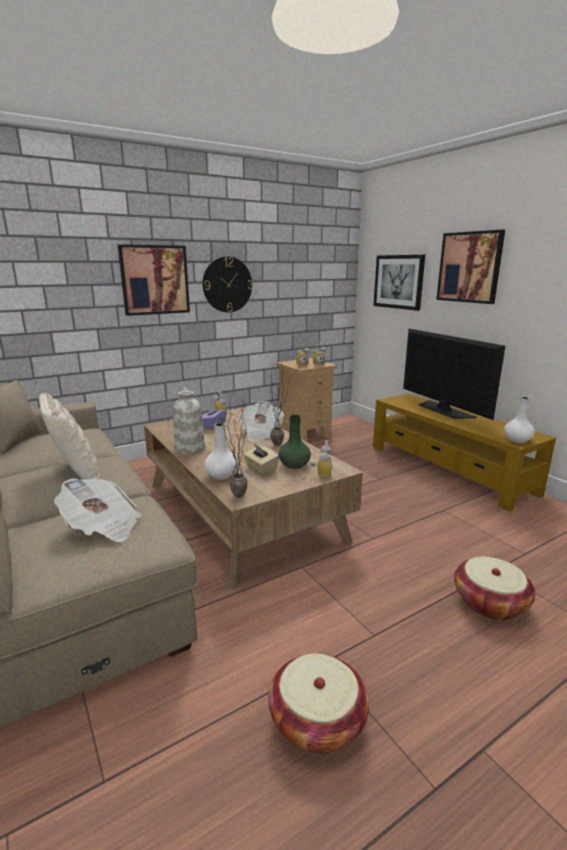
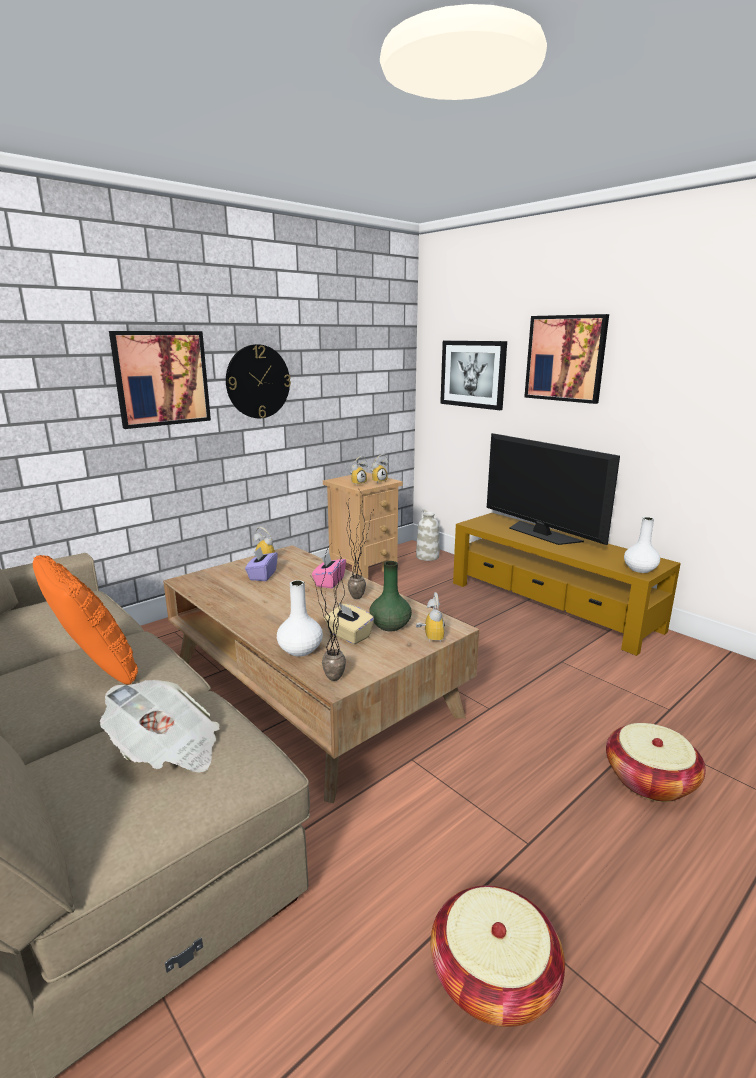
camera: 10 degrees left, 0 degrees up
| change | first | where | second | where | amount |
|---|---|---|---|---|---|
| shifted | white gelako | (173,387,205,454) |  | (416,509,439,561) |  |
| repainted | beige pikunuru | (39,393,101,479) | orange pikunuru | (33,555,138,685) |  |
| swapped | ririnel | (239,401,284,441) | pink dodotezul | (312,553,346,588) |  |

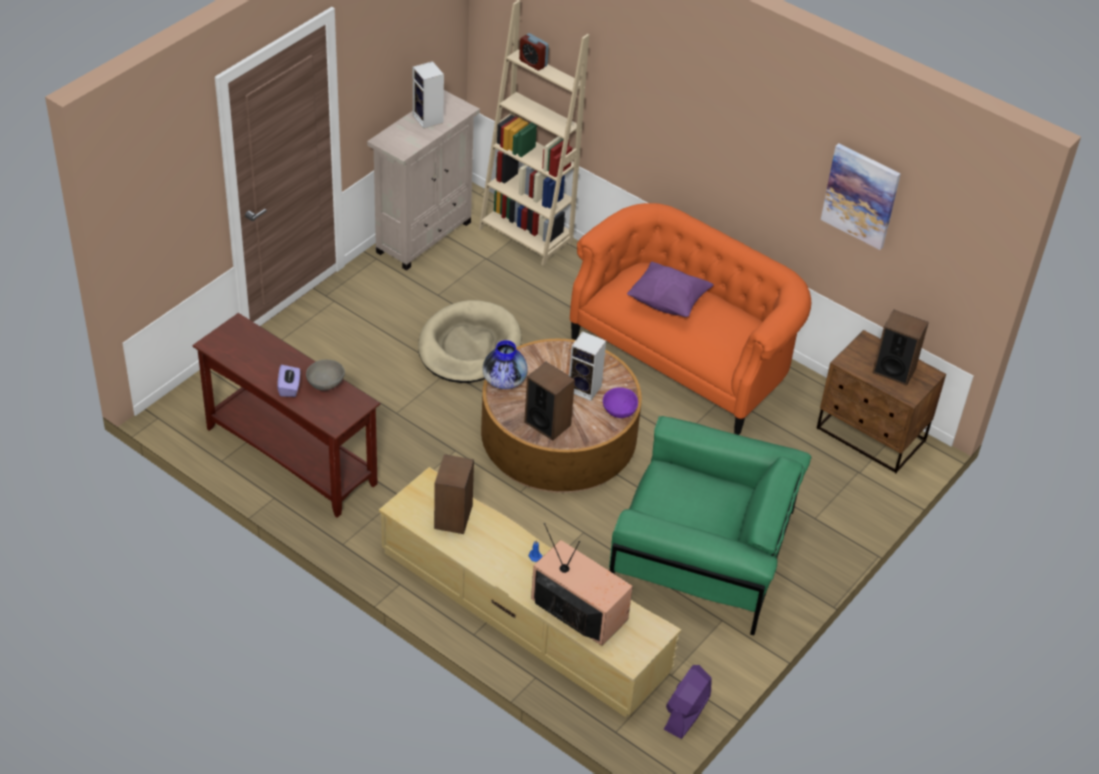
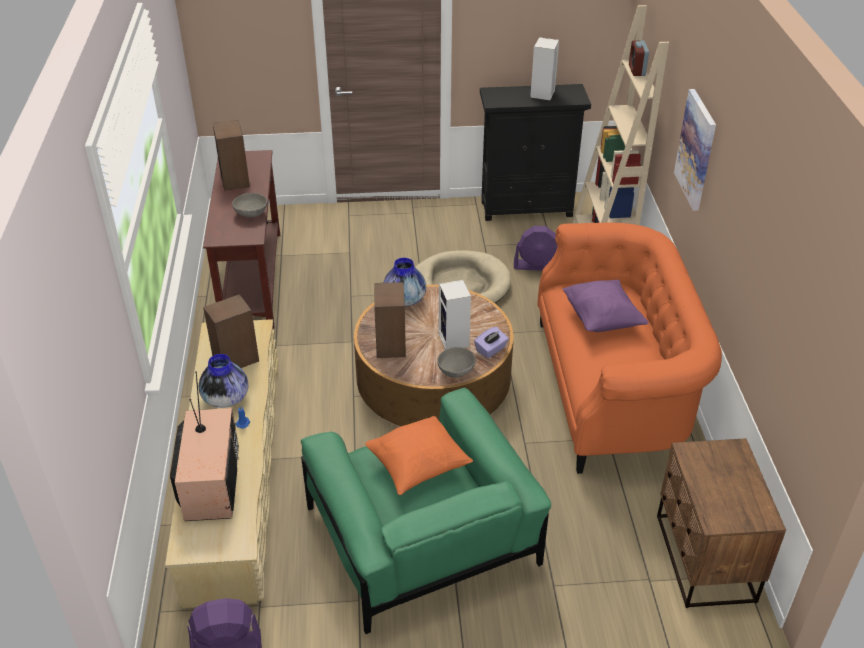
camera: 50 degrees right, 5 degrees down
| change | first | where | second | where | amount |
|---|---|---|---|---|---|
| repainted | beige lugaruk | (367,90,480,271) | black lugaruk | (480,84,591,221) |  |
| shifted | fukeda | (820,143,901,250) |  | (674,89,716,211) |  |
| shifted | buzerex | (872,309,929,386) |  | (213,120,250,191) |  |
| shifted | purple dodotezul | (277,365,300,397) |  | (474,327,509,358) |  |
| repainted | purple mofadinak | (603,387,638,418) | grey mofadinak | (437,347,476,378) |  |
| new |  |  | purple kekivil | (514,226,558,271) |  |
| new |  |  | gelako | (199,354,249,408) |  |
| new |  |  | orange pikunuru | (365,416,473,495) |  |

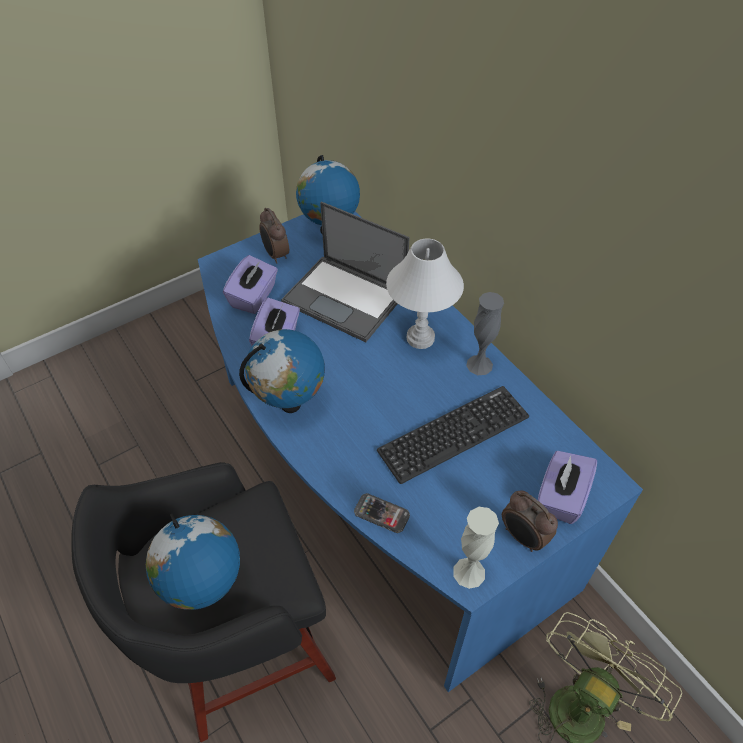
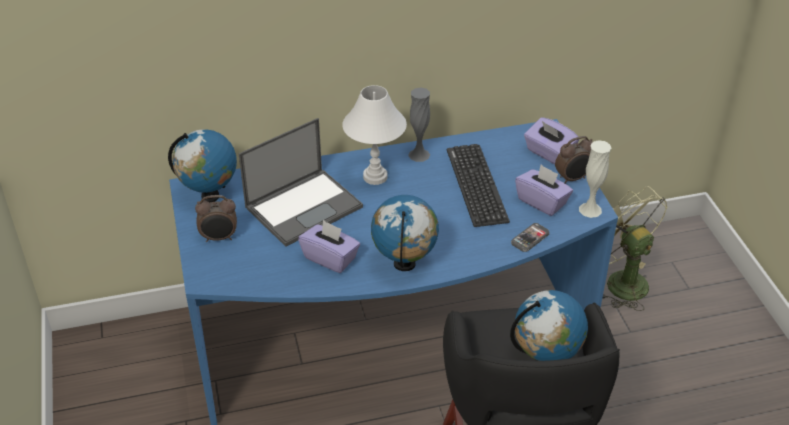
camera: 70 degrees left, 10 degrees down
| change | first | where | second | where | amount |
|---|---|---|---|---|---|
| shifted | purple dodotezul | (223,255,278,314) |  | (515,165,573,216) |  |

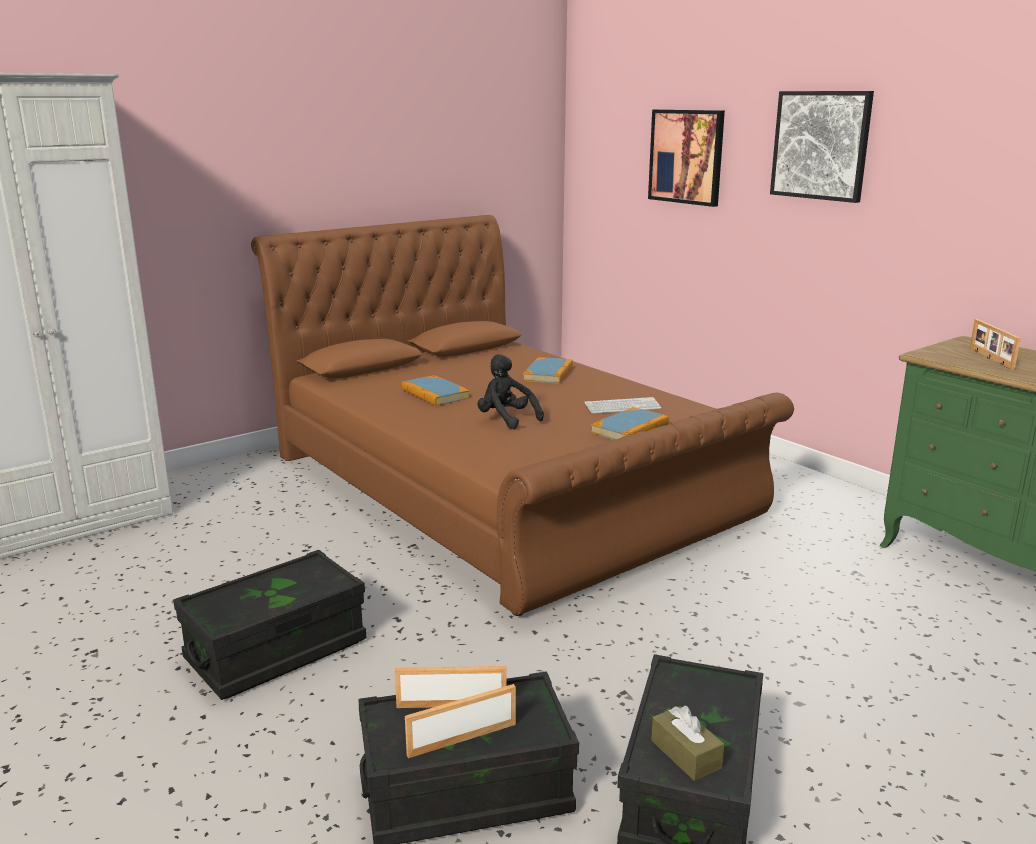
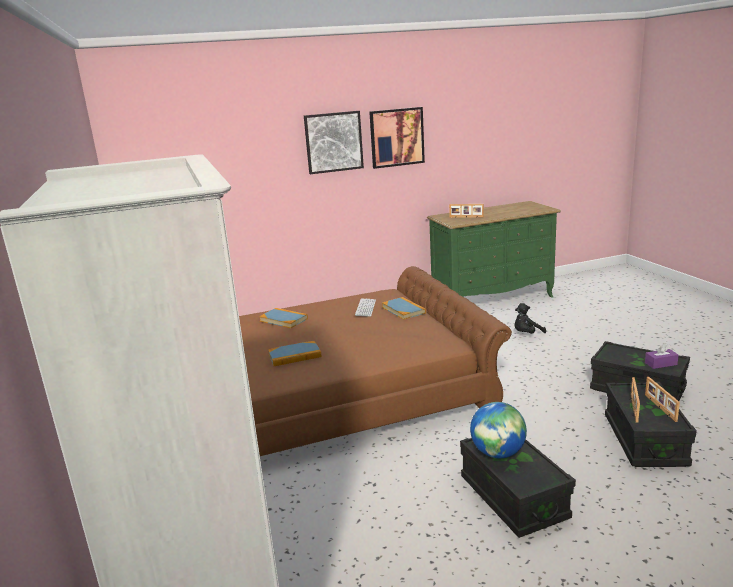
camera: 70 degrees left, 0 degrees up
| change | first | where | second | where | amount |
|---|---|---|---|---|---|
| shifted | fukeda | (648,109,725,207) |  | (369,107,425,169) |  |
| shifted | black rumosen | (477,354,544,429) |  | (515,303,546,334) |  |
| repainted | brown dodotezul | (651,706,724,781) | purple dodotezul | (645,344,678,369) |  |
| new |  |  | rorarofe | (470,402,527,459) |  |

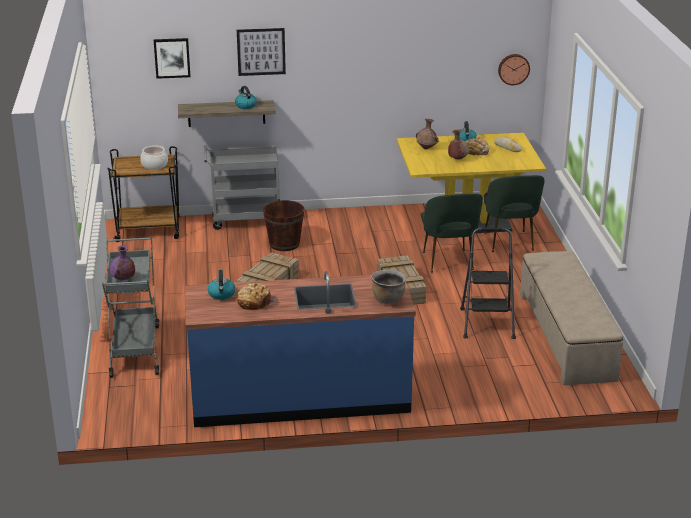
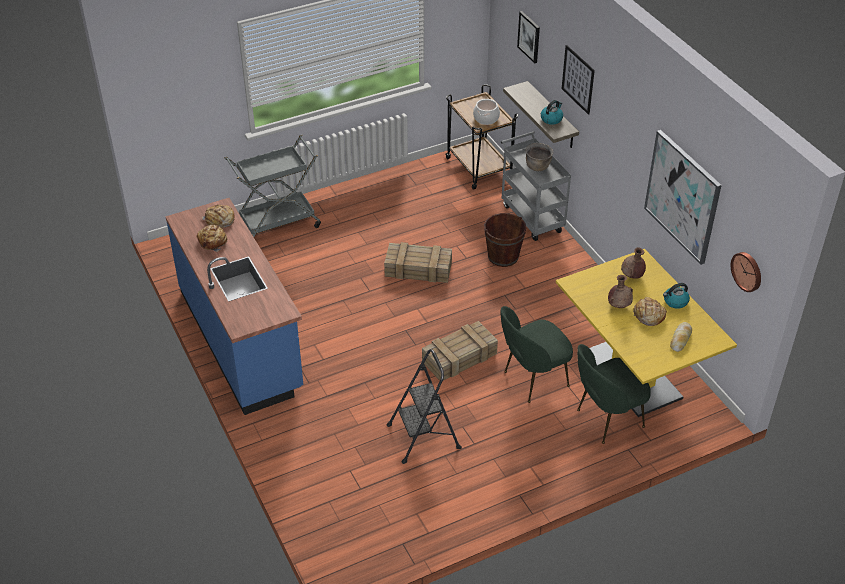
camera: 70 degrees right, 15 degrees up
| change | first | where | second | where | amount |
|---|---|---|---|---|---|
| gone | purple gelako | (110,245,135,280) |  |  |  |
| gone | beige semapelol | (520,251,623,385) |  |  |  |
| shifted | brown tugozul | (371,269,406,304) |  | (525,143,553,171) |  |
| swapped | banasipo | (207,270,235,300) | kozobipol | (202,204,235,228) |  |
| new |  |  | fukeda | (644,130,722,265) |  |

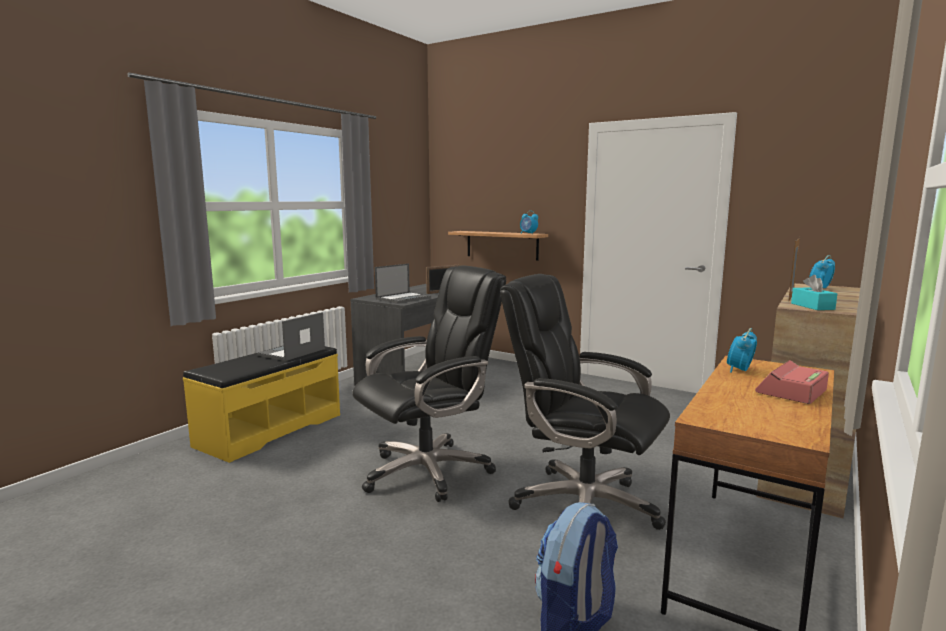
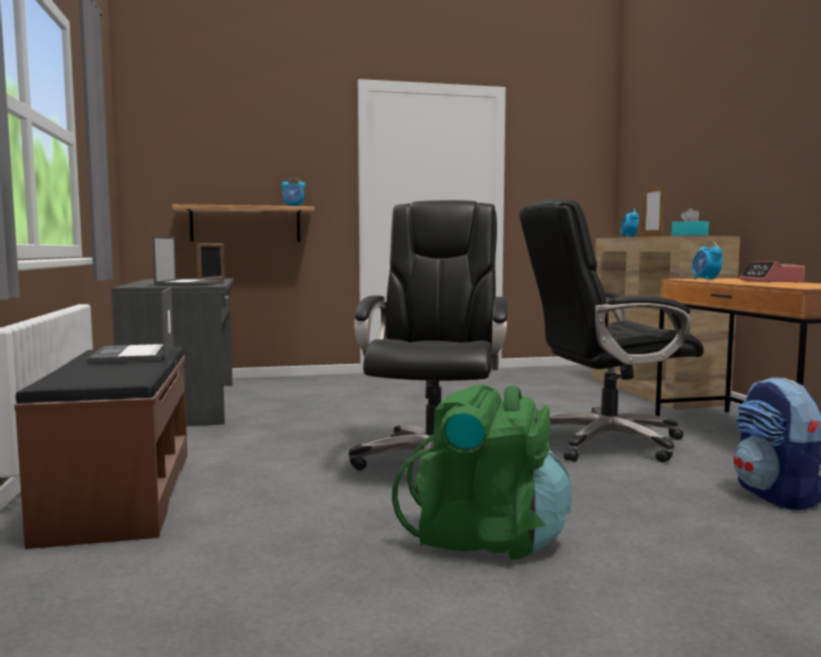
camera: 45 degrees left, 5 degrees down
| change | first | where | second | where | amount |
|---|---|---|---|---|---|
| repainted | yellow semapelol | (183,346,340,463) | brown semapelol | (14,347,187,549) |  |
| new |  |  | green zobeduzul | (392,385,572,560) |  |

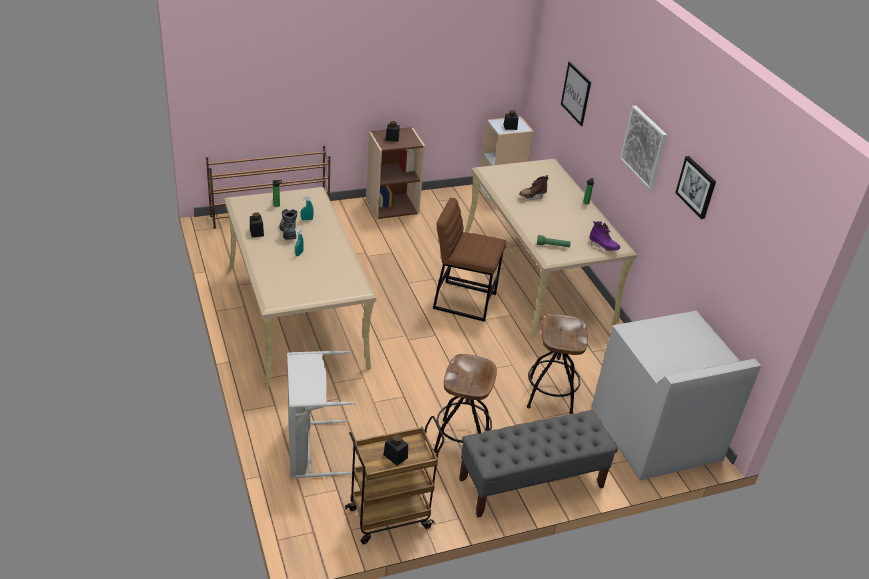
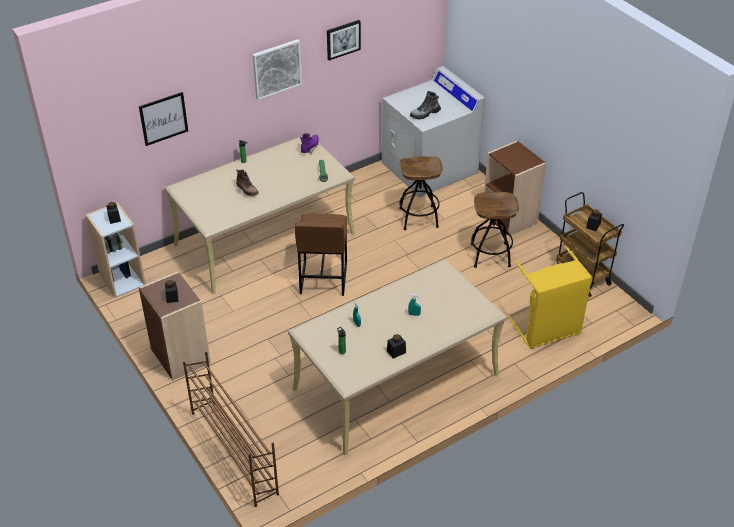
camera: 100 degrees left, 5 degrees up
| change | first | where | second | where | amount |
|---|---|---|---|---|---|
| shifted | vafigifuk | (279,209,297,240) |  | (410,91,441,119) |  |
| repainted | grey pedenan | (287,351,356,478) | yellow pedenan | (508,247,592,349) |  |
| swapped | grey semapelol | (459,410,618,518) | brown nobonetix | (484,141,546,236) |  |

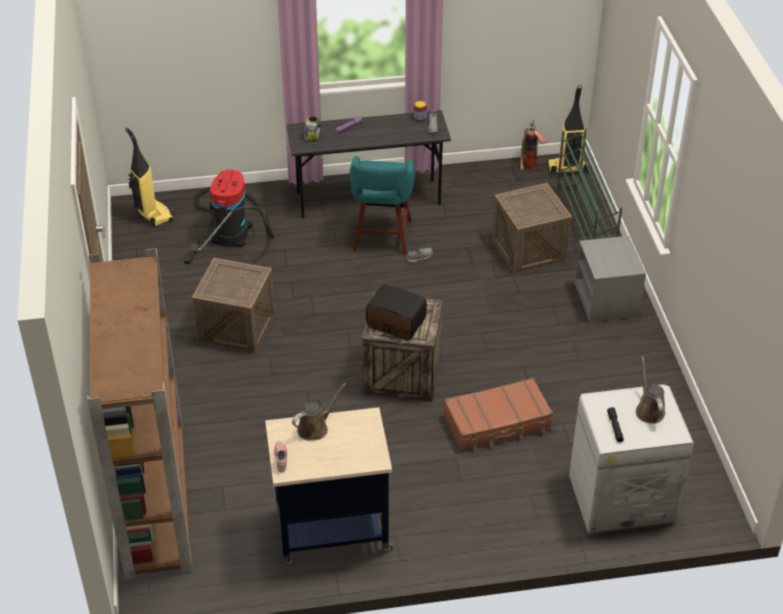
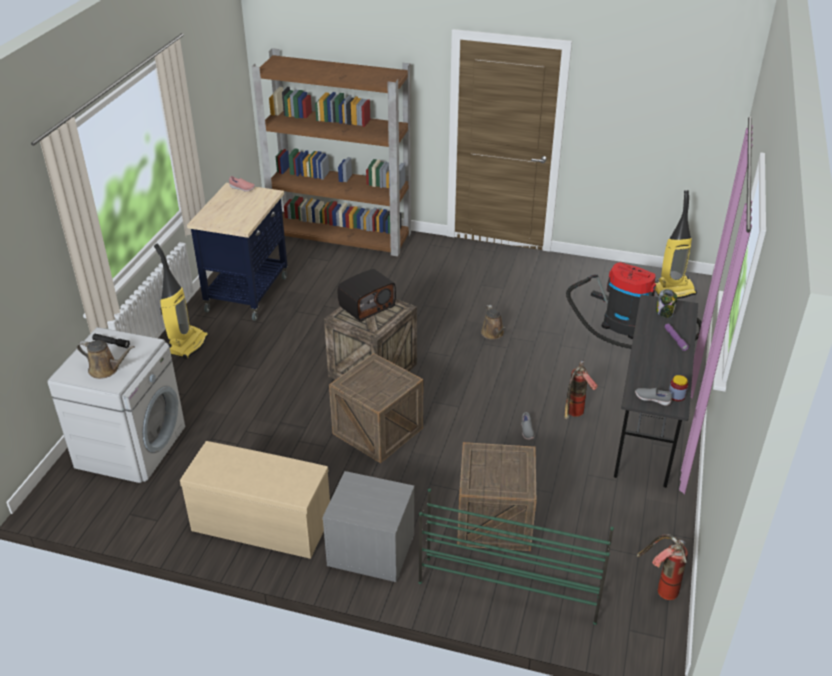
camera: 115 degrees right, 5 degrees down
| change | first | where | second | where | amount |
|---|---|---|---|---|---|
| shifted | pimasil | (547,85,589,174) |  | (154,243,209,359) |  |
| swapped | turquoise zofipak | (350,156,415,255) | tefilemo | (564,360,598,419) |  |
| shifted | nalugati | (192,258,275,354) |  | (329,353,423,463) |  |
| gone | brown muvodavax | (444,378,553,452) |  |  |  |
| shifted | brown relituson | (292,383,346,441) |  | (481,305,506,340) |  |
| new |  |  | beige semapelol | (180,441,330,559) |  |

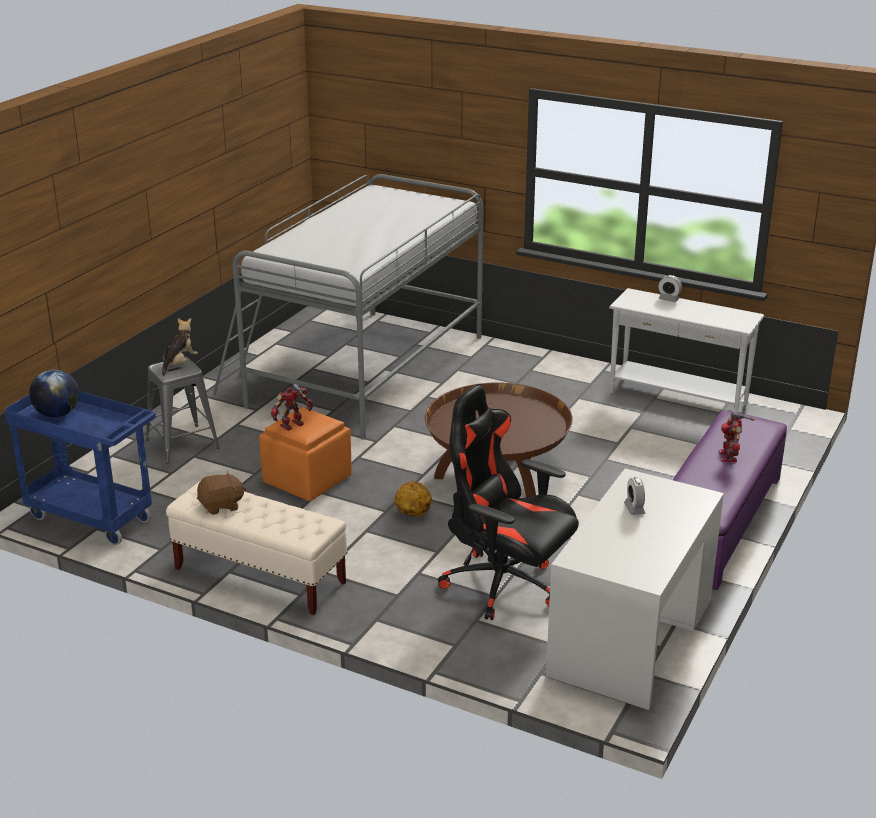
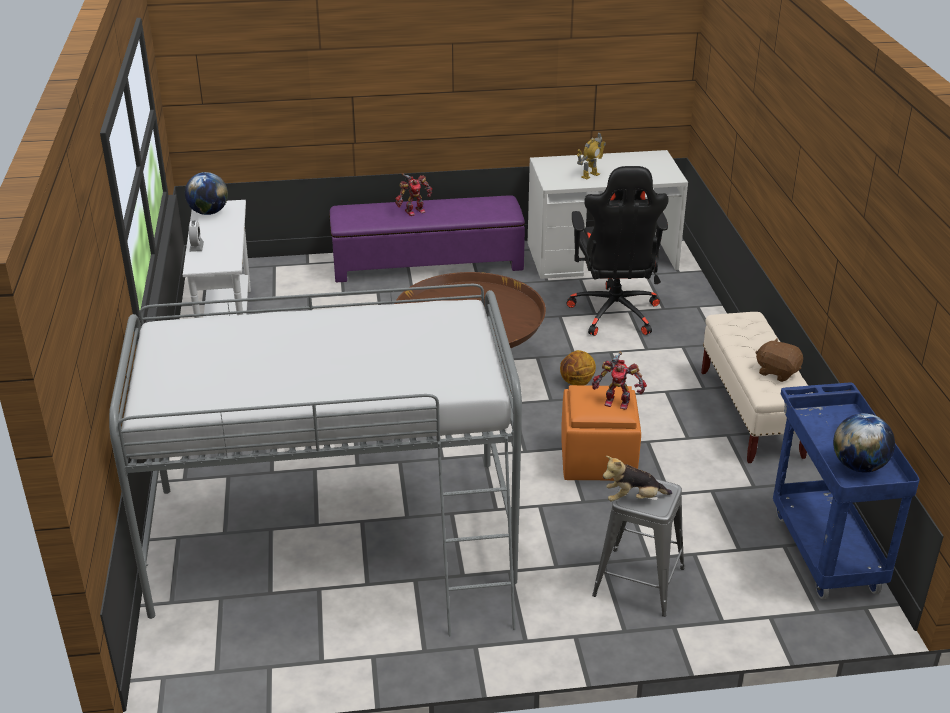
camera: 125 degrees left, 5 degrees up
| change | first | where | second | where | amount |
|---|---|---|---|---|---|
| swapped | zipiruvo | (624,477,645,515) | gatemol | (577,132,606,180) |  |
| new |  |  | rorarofe | (185,172,228,215) |  |

